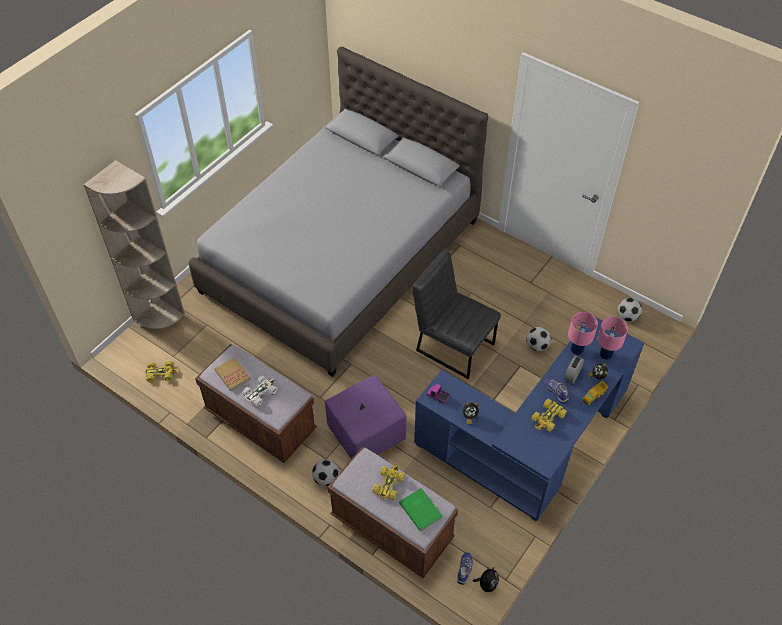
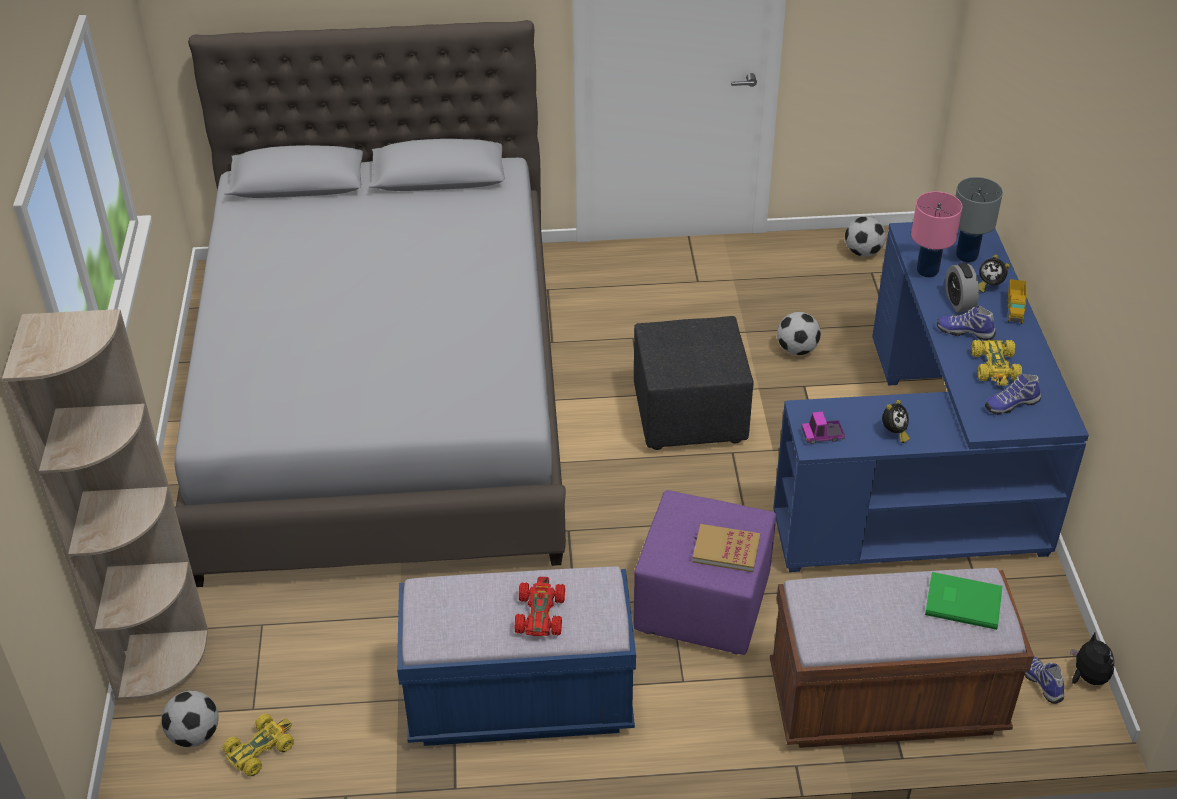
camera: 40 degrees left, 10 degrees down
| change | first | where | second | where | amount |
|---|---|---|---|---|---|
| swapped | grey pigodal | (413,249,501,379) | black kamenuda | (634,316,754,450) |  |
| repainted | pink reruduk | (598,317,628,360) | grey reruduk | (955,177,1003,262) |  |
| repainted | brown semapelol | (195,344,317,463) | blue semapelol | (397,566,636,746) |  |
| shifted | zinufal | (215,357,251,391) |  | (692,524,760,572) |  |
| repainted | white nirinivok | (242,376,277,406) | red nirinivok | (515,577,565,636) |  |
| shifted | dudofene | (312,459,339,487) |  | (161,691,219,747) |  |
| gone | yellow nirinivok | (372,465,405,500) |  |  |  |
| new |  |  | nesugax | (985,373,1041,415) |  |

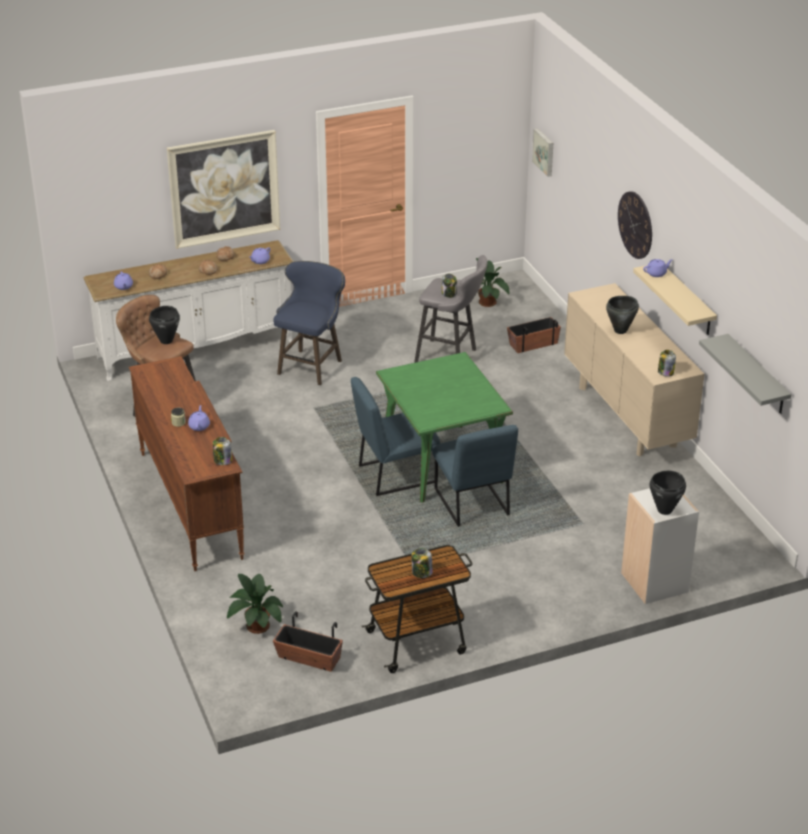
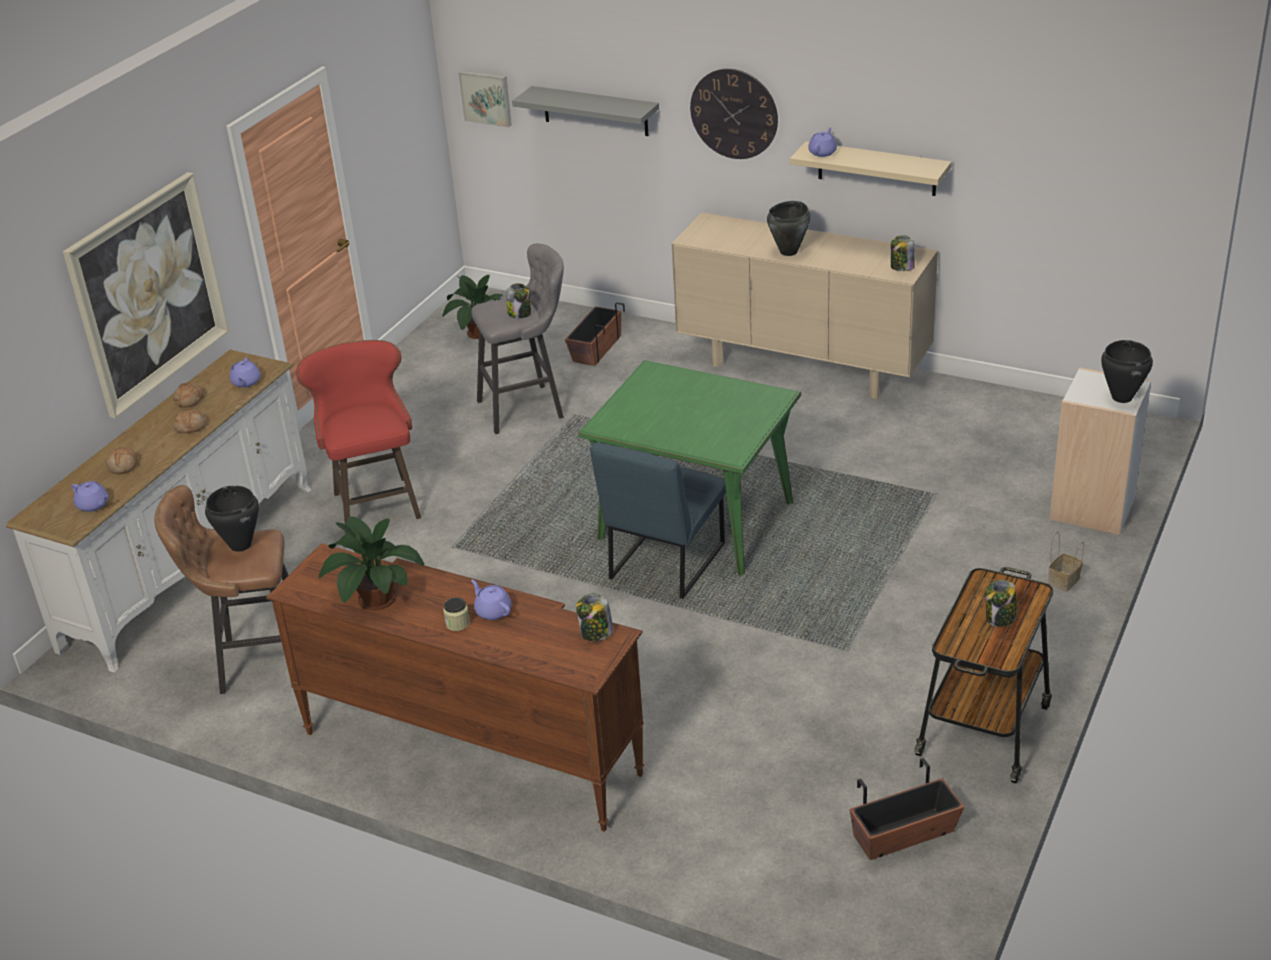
camera: 40 degrees left, 0 degrees up
| change | first | where | second | where | amount |
|---|---|---|---|---|---|
| repainted | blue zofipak | (274,261,345,385) | red zofipak | (296,340,421,525) |  |
| shifted | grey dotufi | (699,334,791,414) |  | (512,86,659,136) |  |
| gone | blue pigodal | (432,425,518,527) |  |  |  |
| shifted | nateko | (227,574,283,634) |  | (319,516,424,611) |  |
| new |  |  | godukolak | (1048,532,1084,592) |  |

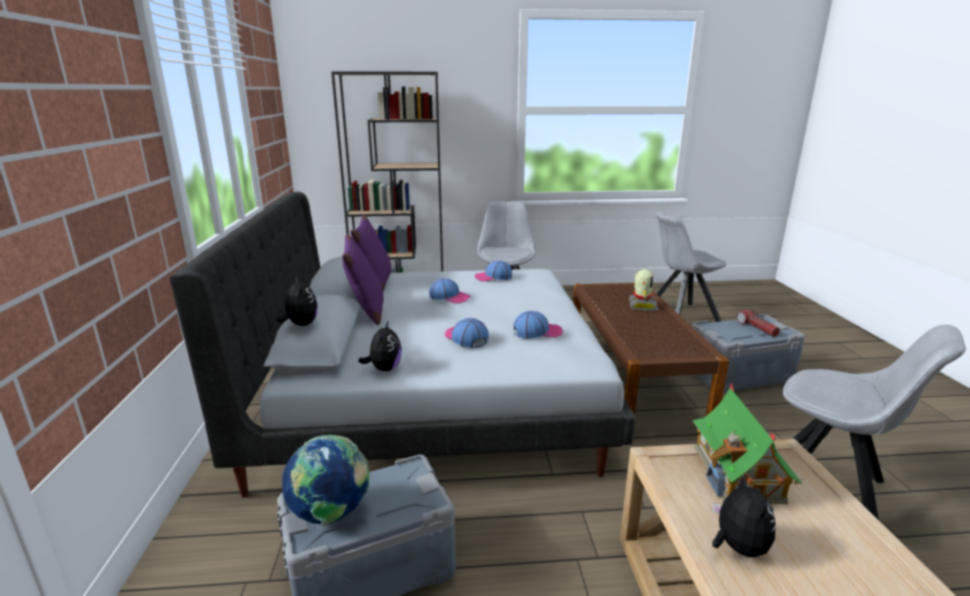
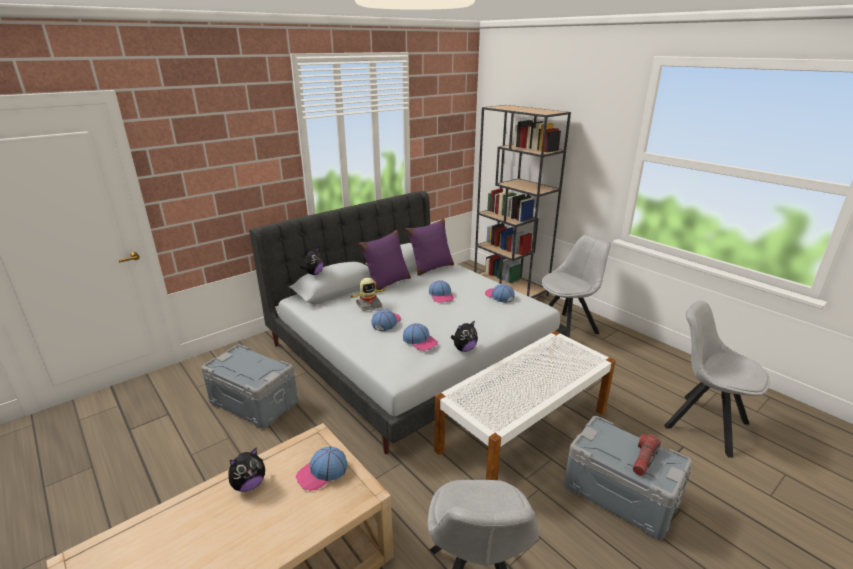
camera: 55 degrees right, 5 degrees up
| change | first | where | second | where | amount |
|---|---|---|---|---|---|
| shifted | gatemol | (629,269,659,311) |  | (350,278,386,311) |  |
| repainted | brown semapelol | (573,283,729,416) | white semapelol | (434,331,616,480) |  |
| shifted | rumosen | (359,320,402,371) |  | (451,320,478,352) |  |
| swapped | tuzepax | (692,383,803,504) | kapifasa | (296,446,347,491) |  |
| gone | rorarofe | (281,435,370,526) |  |  |  |

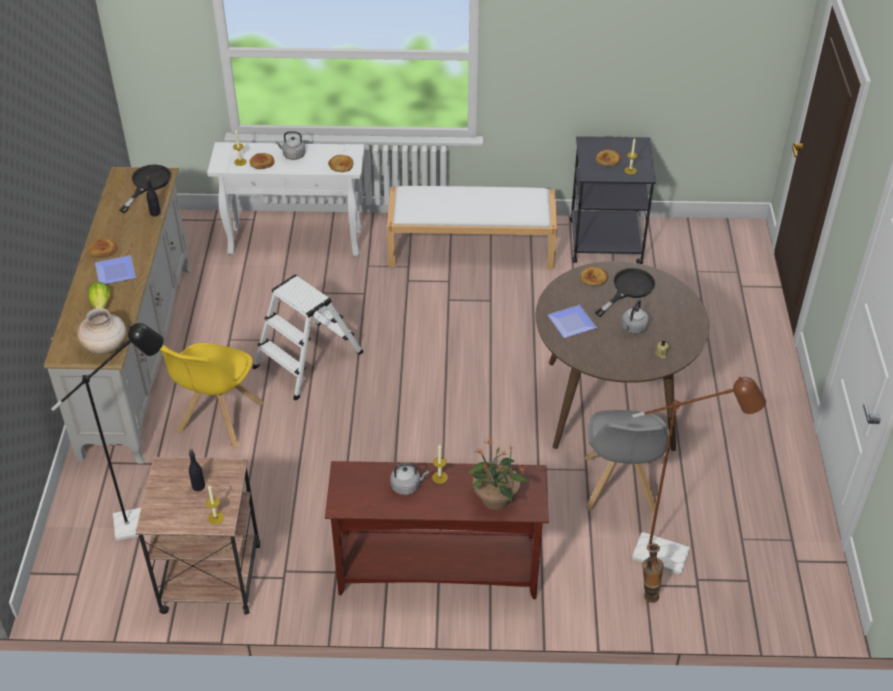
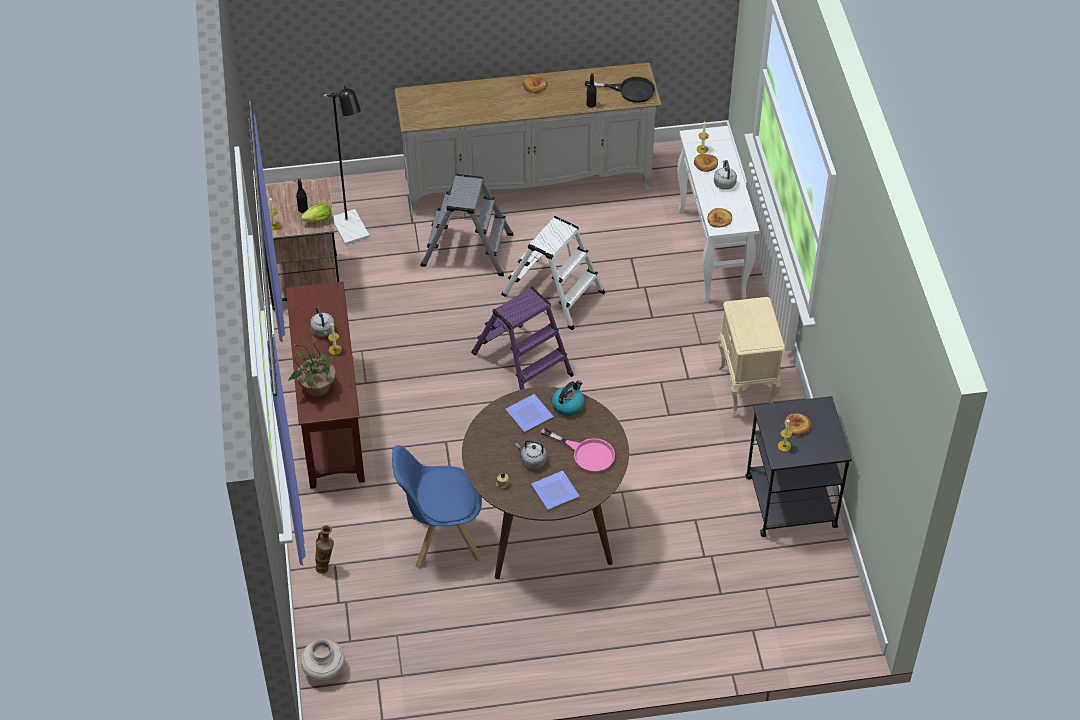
camera: 80 degrees right, 5 degrees up
| change | first | where | second | where | amount |
|---|---|---|---|---|---|
| swapped | white semapelol | (387,186,557,270) | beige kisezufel | (718,297,785,418) |  |
| shifted | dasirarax | (95,255,136,284) |  | (531,471,580,509) |  |
| gone | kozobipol | (580,266,608,286) |  |  |  |
| repainted | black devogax | (595,268,655,317) | pink devogax | (541,428,615,472) |  |
| shifted | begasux | (88,282,110,309) |  | (301,203,331,222) |  |
| shifted | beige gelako | (77,308,126,354) |  | (300,639,345,681) |  |
| swapped | yellow pigodal | (160,343,264,449) | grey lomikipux | (420,174,514,276) |  |
| gone | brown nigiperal | (632,376,766,575) |  |  |  |
| repainted | grey pigodal | (584,410,669,513) | blue pigodal | (392,445,483,569) |  |
| new |  |  | purple lomikipux | (471,287,574,390) |  |
| new |  |  | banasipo | (552,380,584,416) |  |

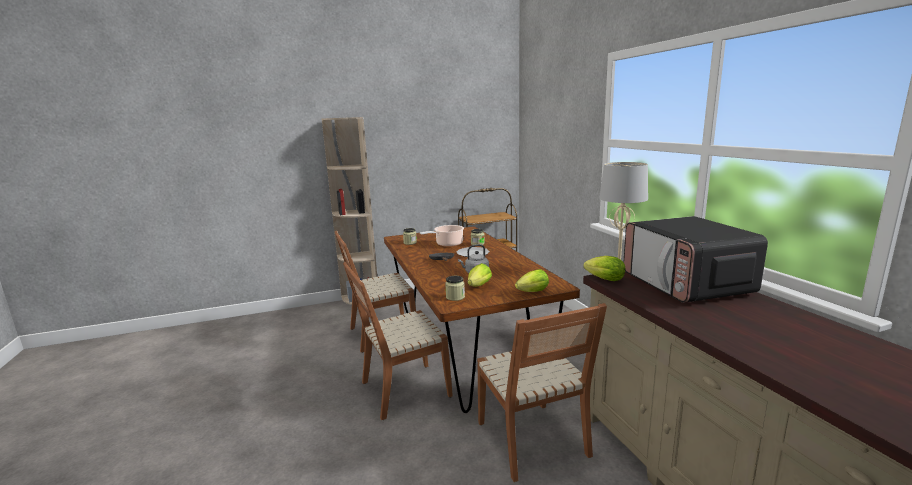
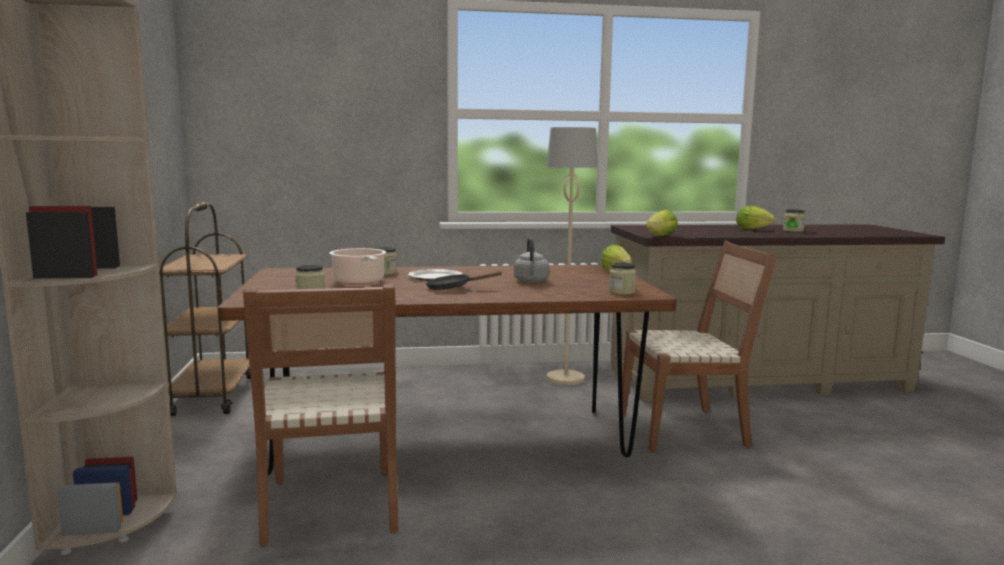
camera: 80 degrees left, 5 degrees down
| change | first | where | second | where | amount |
|---|---|---|---|---|---|
| gone | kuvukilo | (624,216,768,303) |  |  |  |
| gone | pigodal | (343,262,453,420) |  |  |  |
| shifted | begasux | (468,263,492,287) |  | (736,206,776,229) |  |
| new |  |  | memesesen | (783,209,805,232) |  |

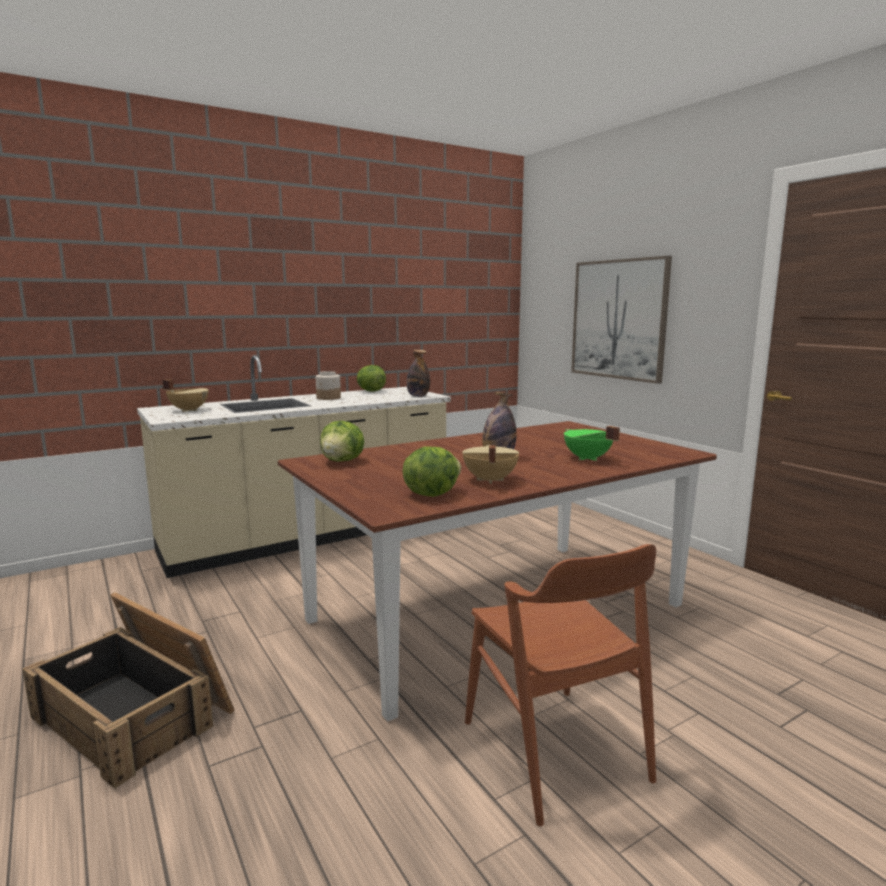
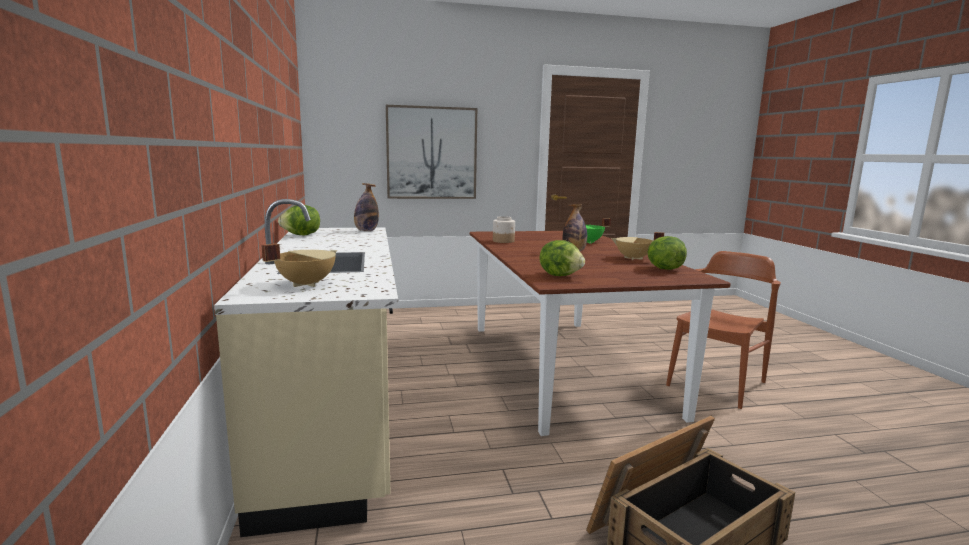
camera: 70 degrees left, 0 degrees up
| change | first | where | second | where | amount |
|---|---|---|---|---|---|
| shifted | memesesen | (316,371,341,400) |  | (493,216,515,243) |  |
| rotated | brown pigodal | (465,544,656,826) |  | (666,251,781,409) | 45 degrees counterclockwise |

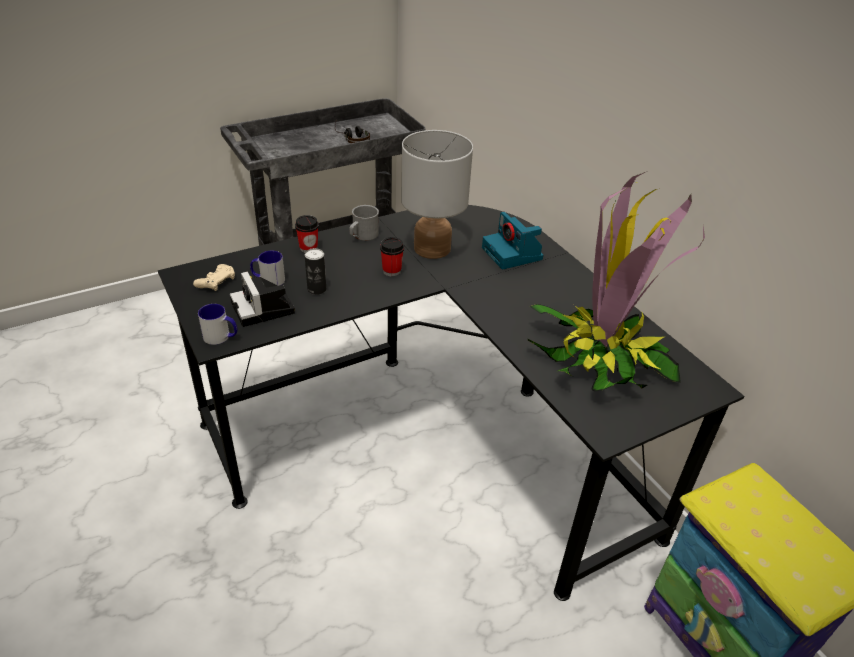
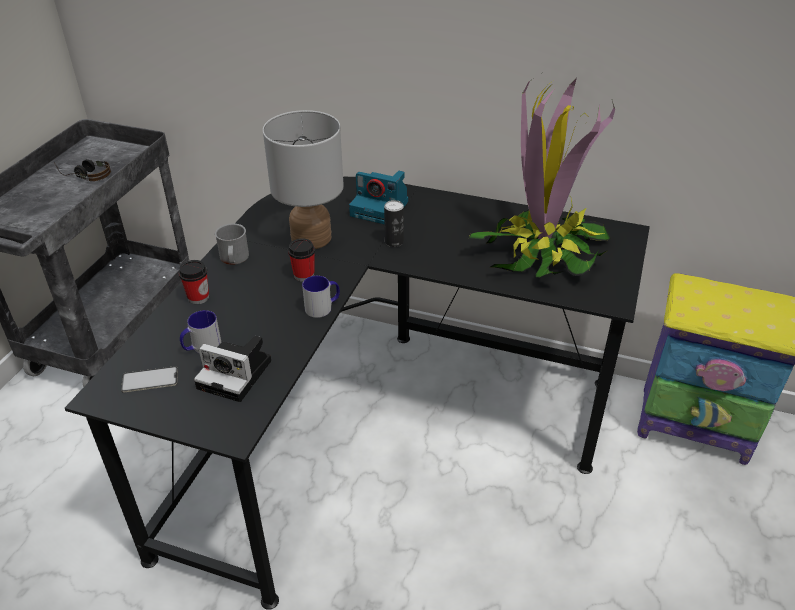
camera: 40 degrees left, 0 degrees up
| change | first | where | second | where | amount |
|---|---|---|---|---|---|
| shifted | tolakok | (305,248,326,295) |  | (384,200,404,247) |  |
| swapped | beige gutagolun | (193,264,235,291) | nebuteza | (121,366,178,393) |  |
| shifted | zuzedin | (198,304,237,345) |  | (302,276,340,318) |  |

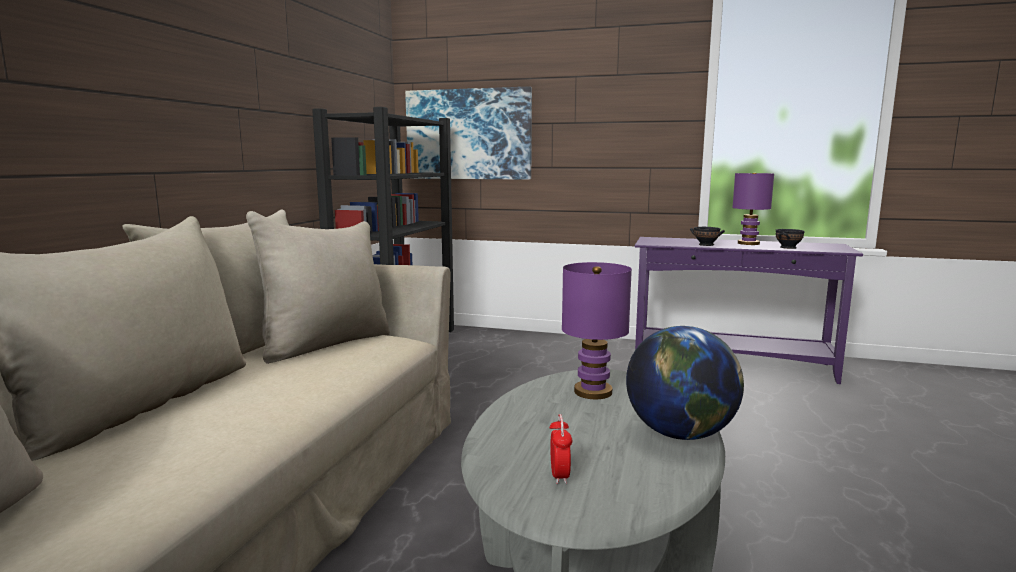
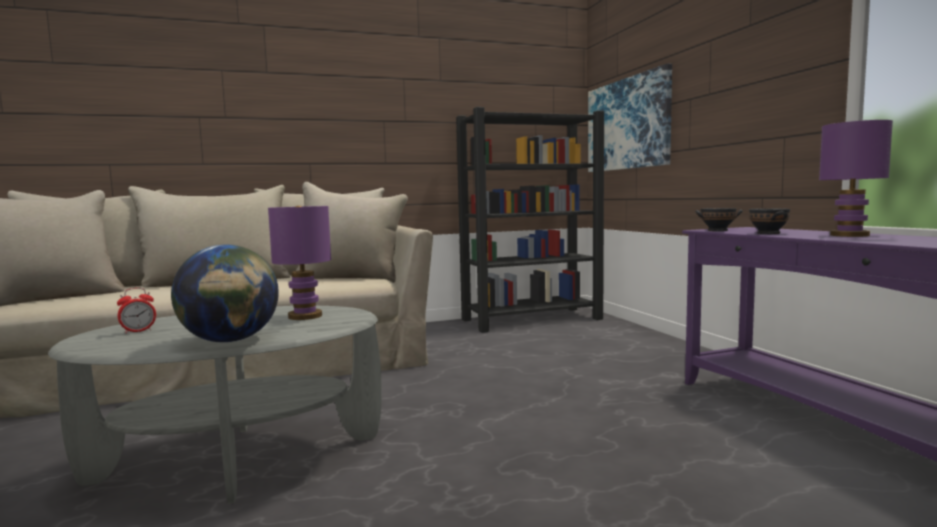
camera: 55 degrees right, 5 degrees down
| change | first | where | second | where | amount |
|---|---|---|---|---|---|
| shifted | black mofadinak | (776,229,805,249) |  | (695,208,743,231) |  |

